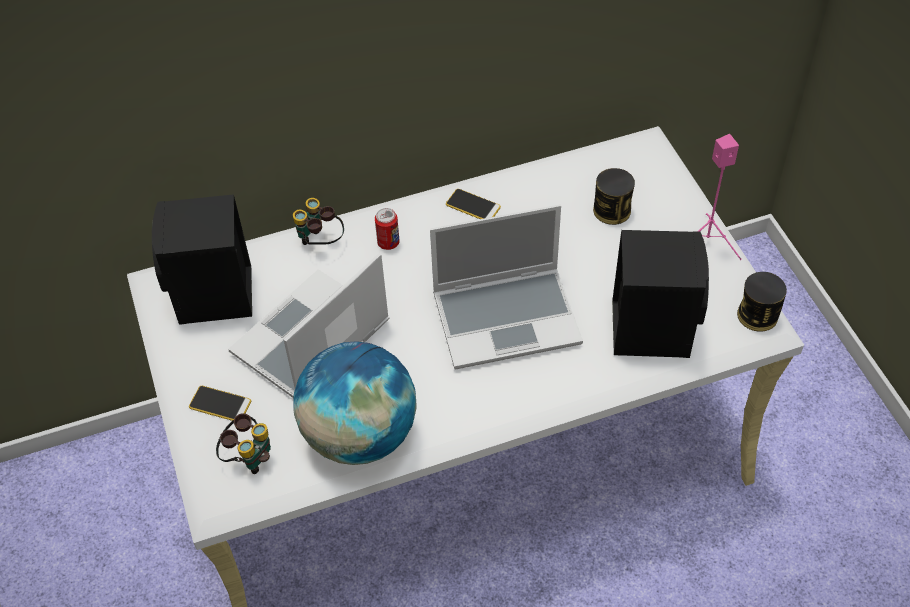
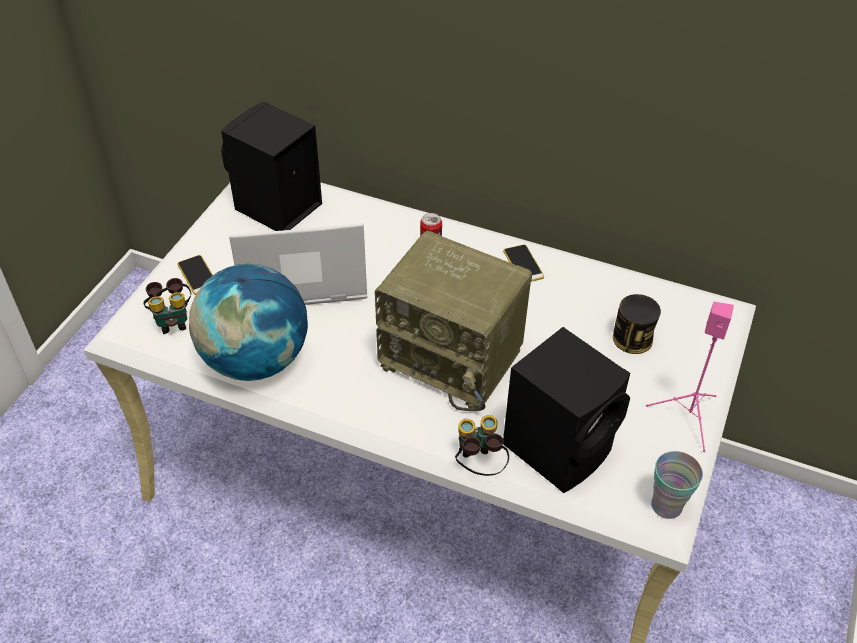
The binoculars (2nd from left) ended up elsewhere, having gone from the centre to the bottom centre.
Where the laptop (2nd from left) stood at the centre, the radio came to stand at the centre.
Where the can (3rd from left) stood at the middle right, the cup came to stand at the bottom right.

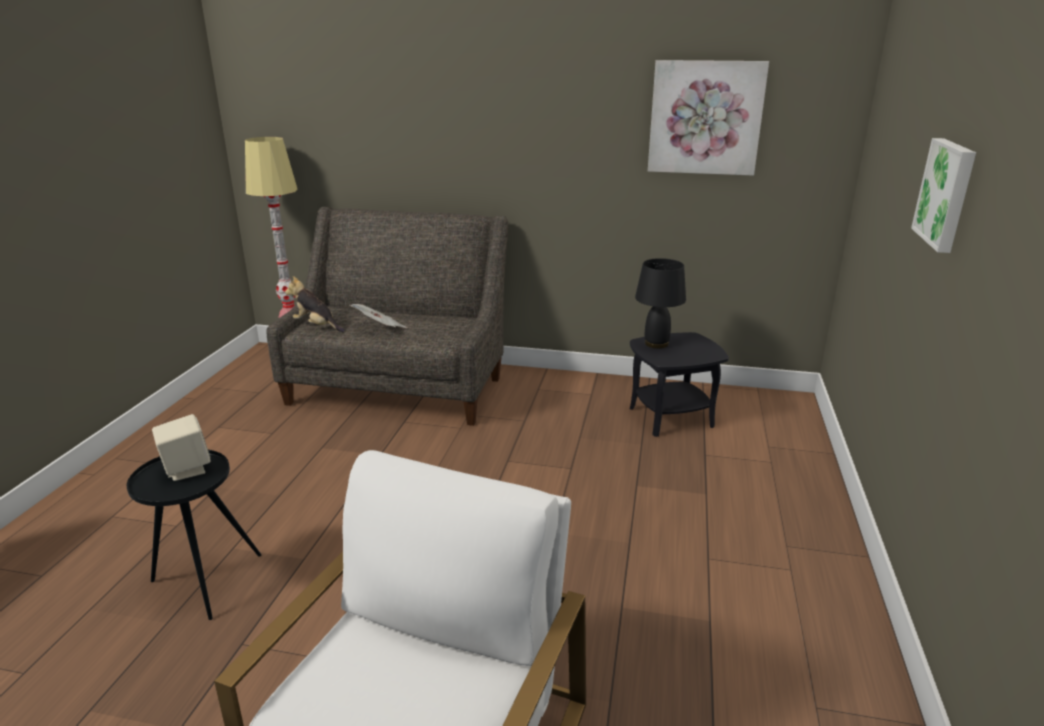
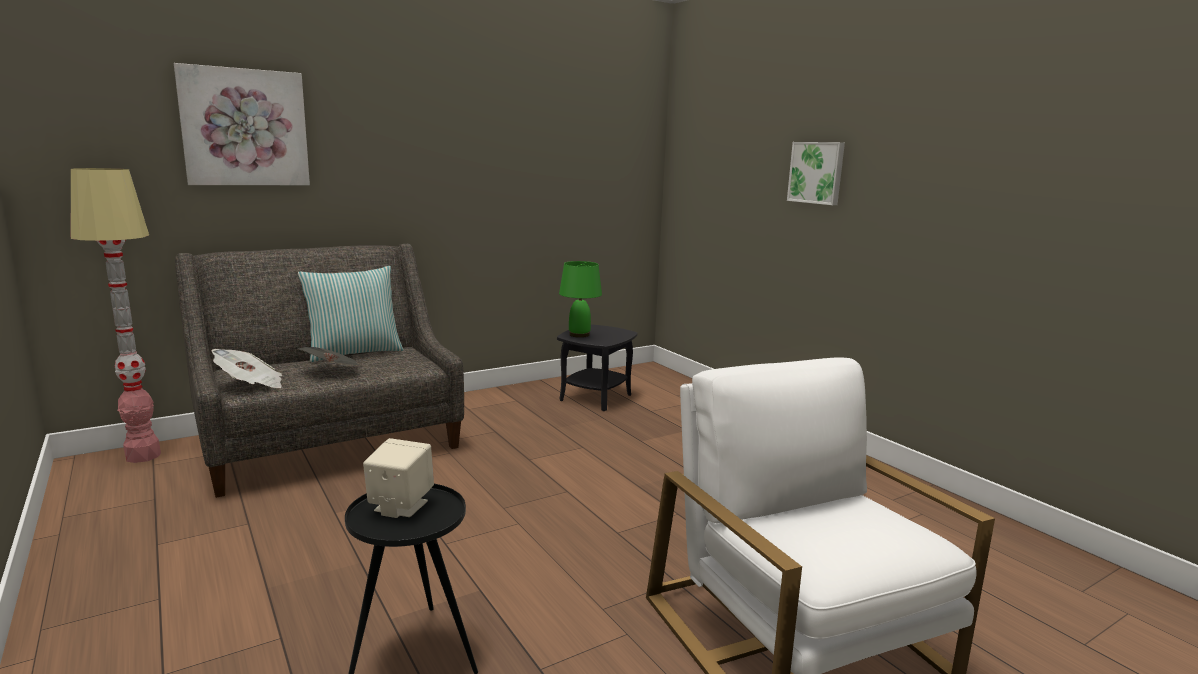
The second view gained the pillow at the middle left.
The picture (1st from left) ended up elsewhere, having gone from the top right to the top left.
Where the plush_toy stood at the middle left, the newspaper (1st from left) came to stand at the middle left.
What was the black_table_lamp at the centre turned into the green_table_lamp at the centre.

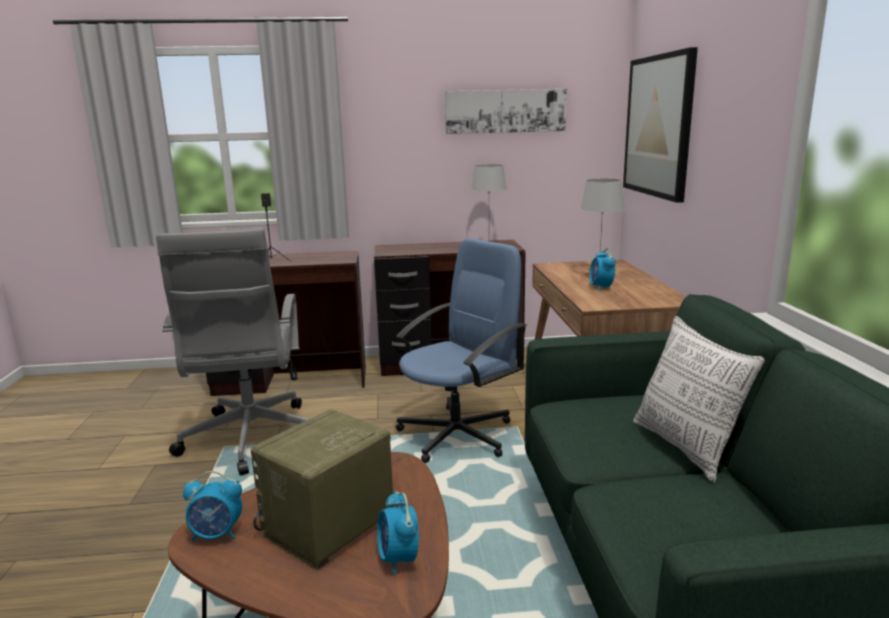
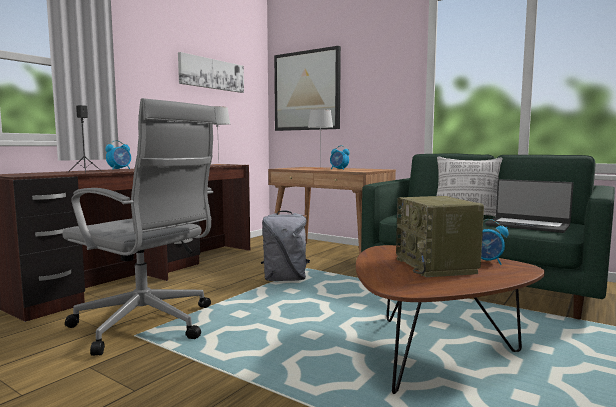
The second view gained the laptop at the middle right.
The alarm_clock (1st from left) ended up elsewhere, having gone from the bottom left to the middle left.
Where the blue_office_chair stood at the centre, the grey_backpack came to stand at the centre.

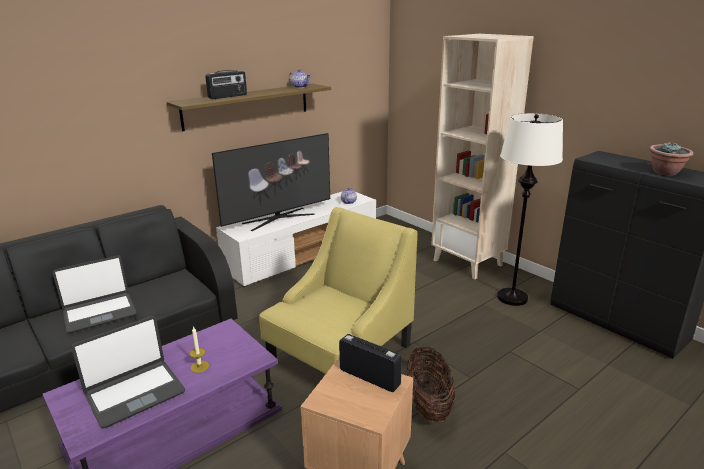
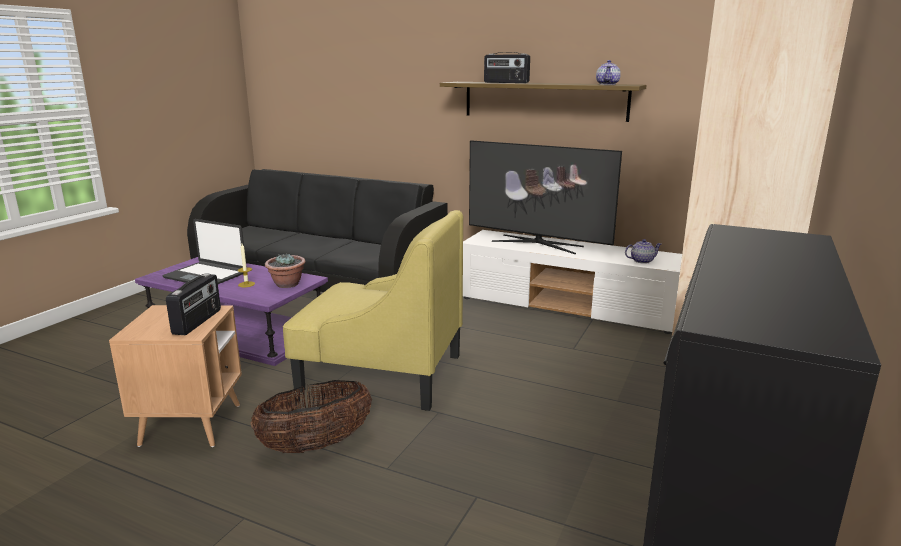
The second view lost the laptop (1st from left) at the middle left.
The second view lost the white_floor_lamp at the middle right.
The potted_plant ended up elsewhere, having gone from the middle right to the middle left.

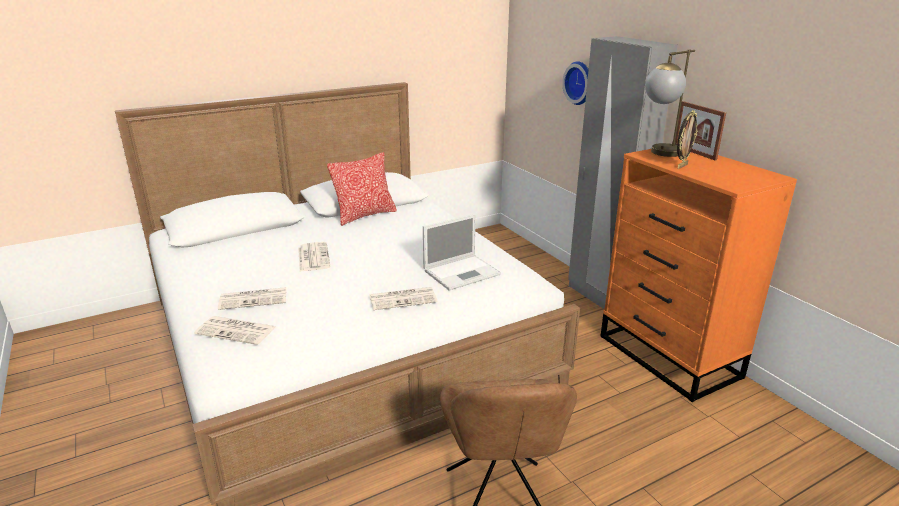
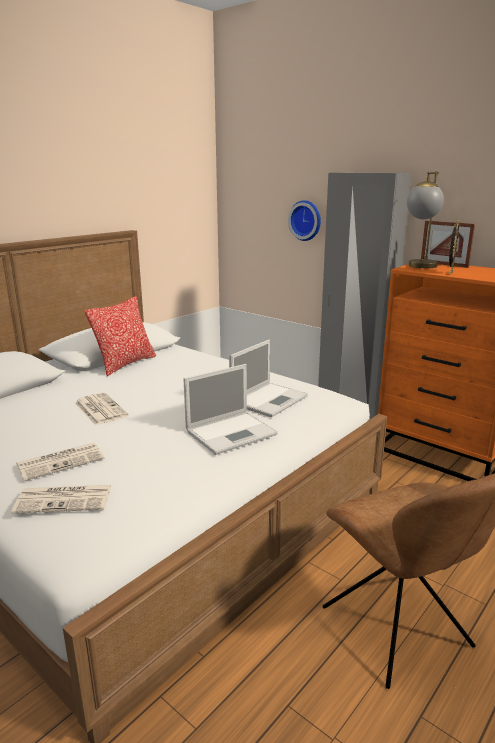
Where the newspaper (4th from left) stood at the centre, the laptop (1st from left) came to stand at the centre.

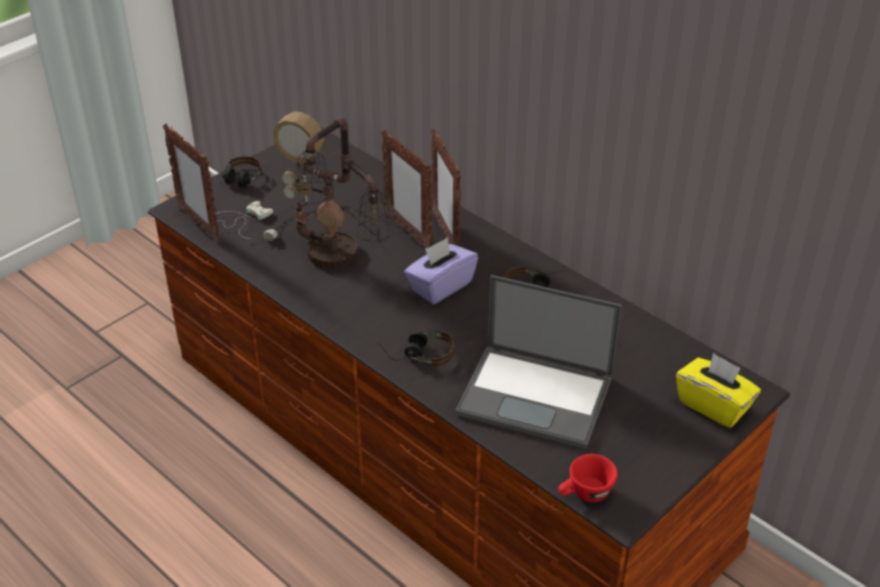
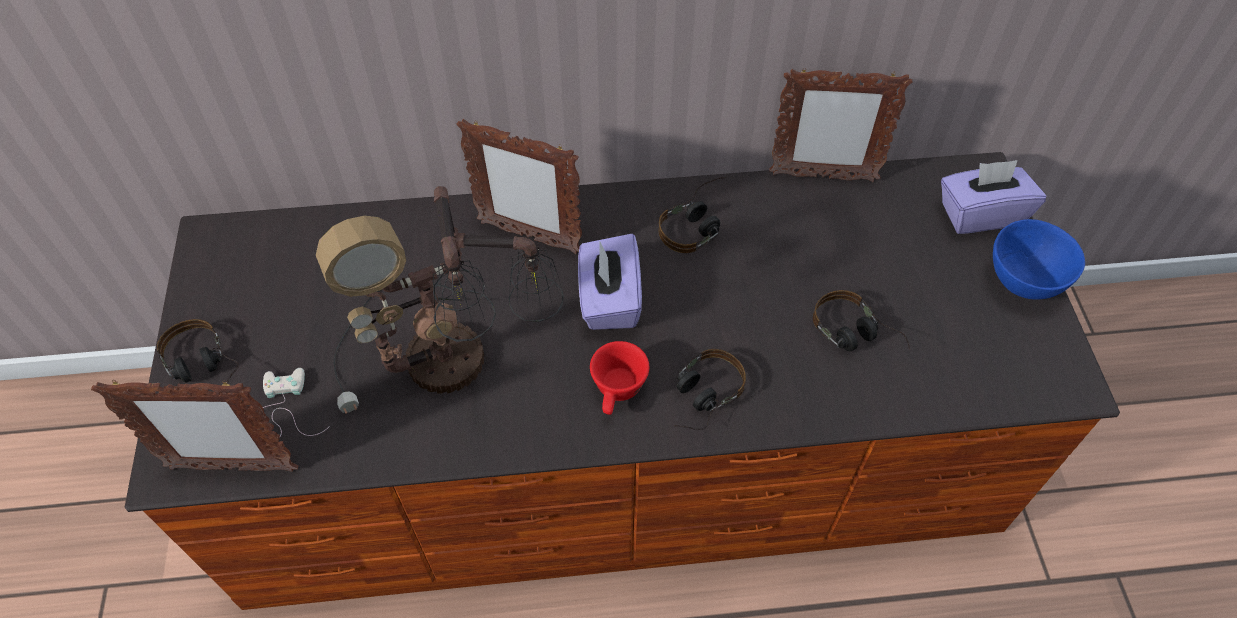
The second view gained the blue_bowl at the middle right.
The picture_frame (2nd from left in the first image) ended up elsewhere, having gone from the top centre to the top right.
The red_cup ended up elsewhere, having gone from the bottom right to the centre.
Where the laptop stood at the centre, the headphones (4th from left) came to stand at the middle right.
What was the yellow_tissue_box at the middle right turned into the purple_tissue_box (2nd from left) at the top right.

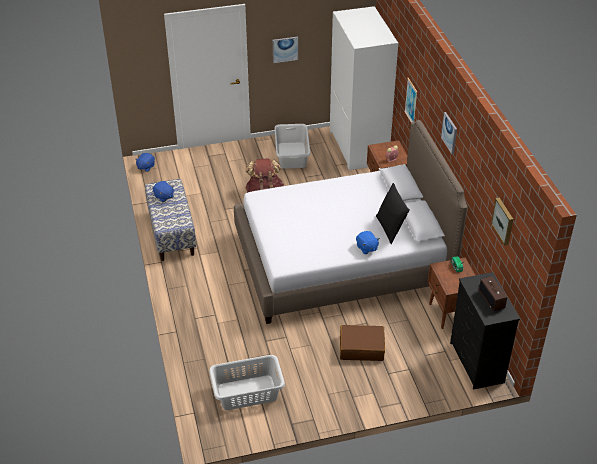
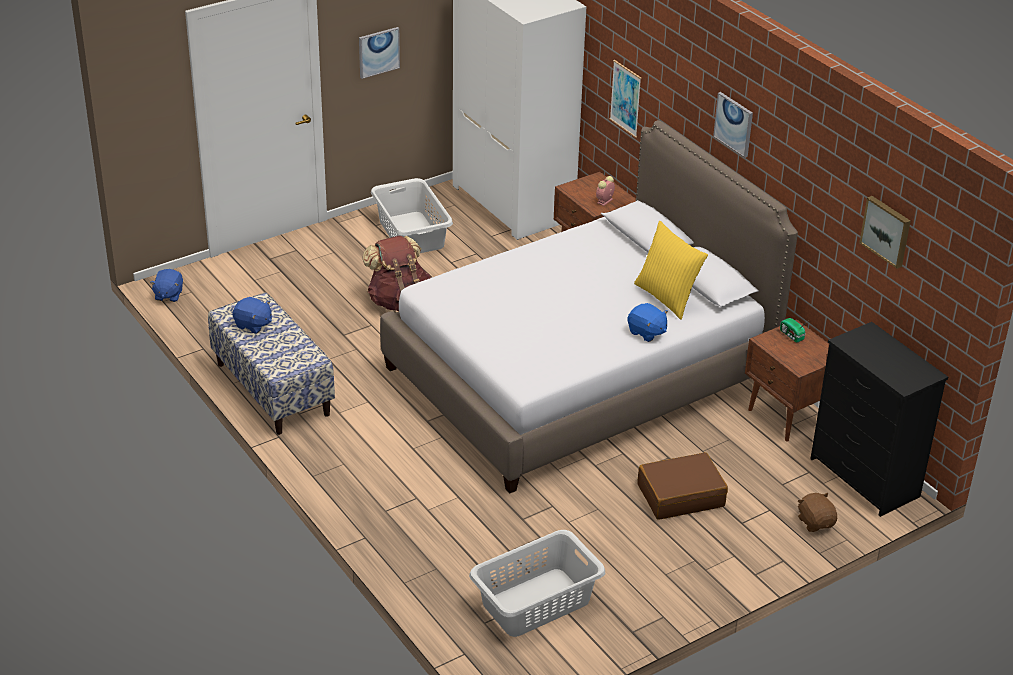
The second view lost the radio (2nd from left) at the middle right.
The second view gained the brown_plush_toy at the bottom right.
What was the black_pillow at the centre turned into the yellow_pillow at the centre.

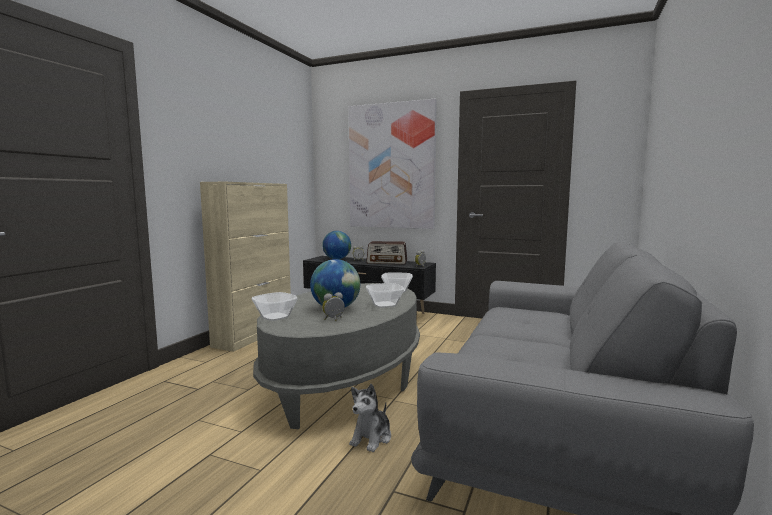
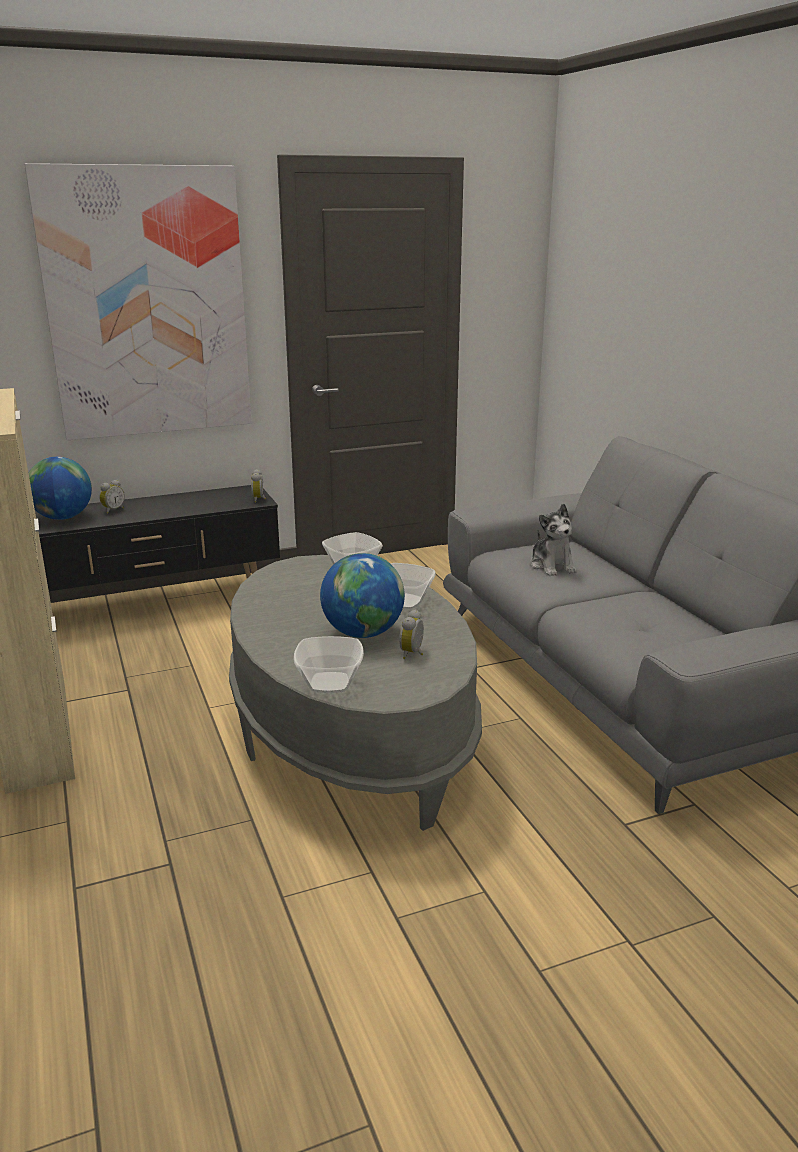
The second view lost the radio at the centre.
The plush_toy ended up elsewhere, having gone from the bottom centre to the middle right.

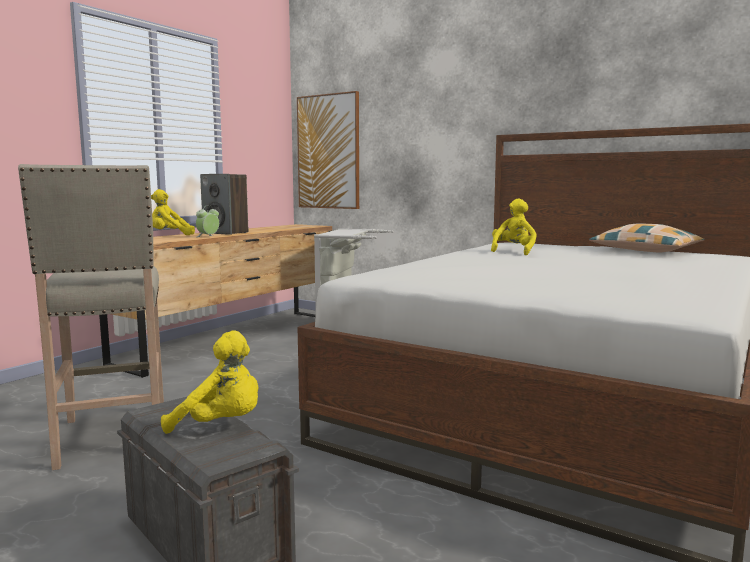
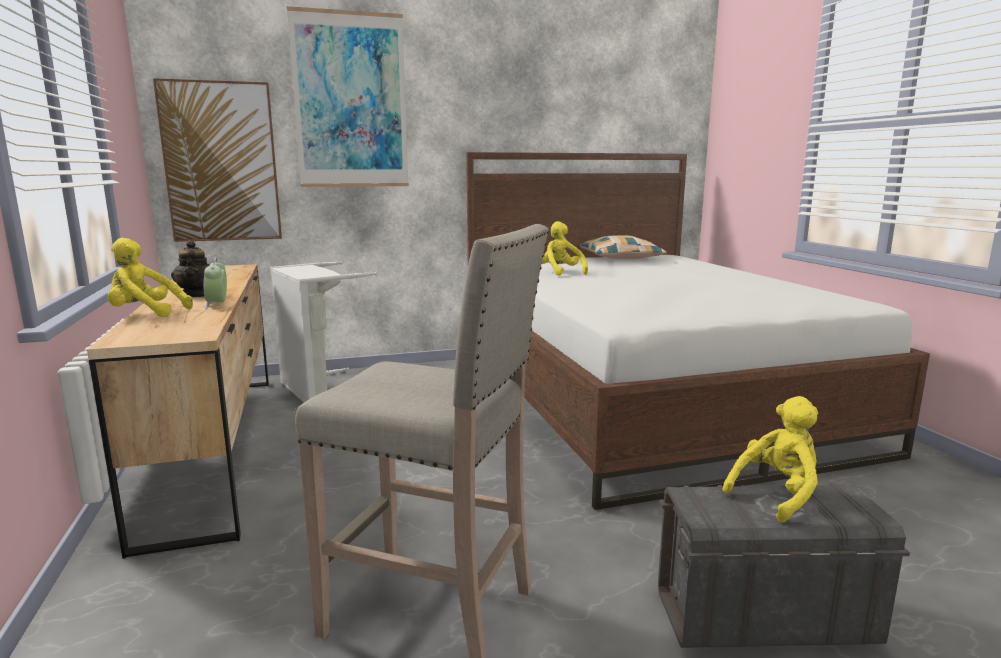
The second view gained the picture (2nd from left) at the top centre.
Where the speaker stood at the middle left, the teapot came to stand at the middle left.
The yellow_plush_toy (1st from left) at the middle left ended up facing another way, 60 degrees clockwise from before.

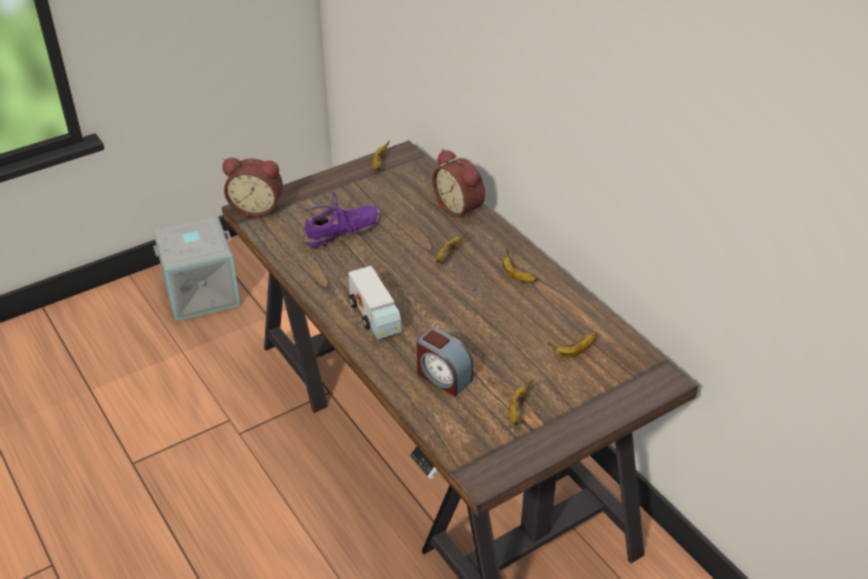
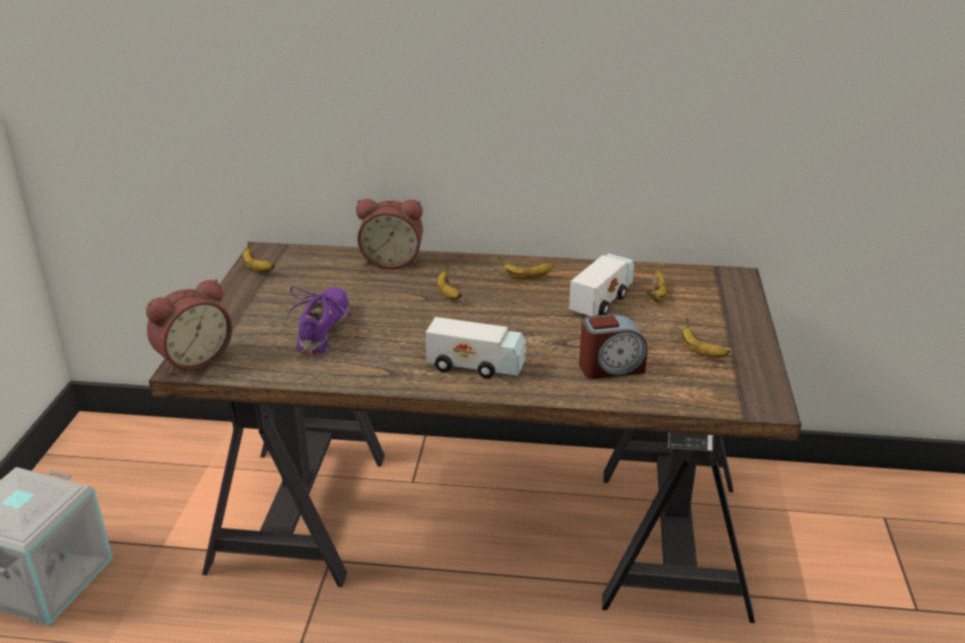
The second view gained the toy_truck (2nd from left) at the centre.

